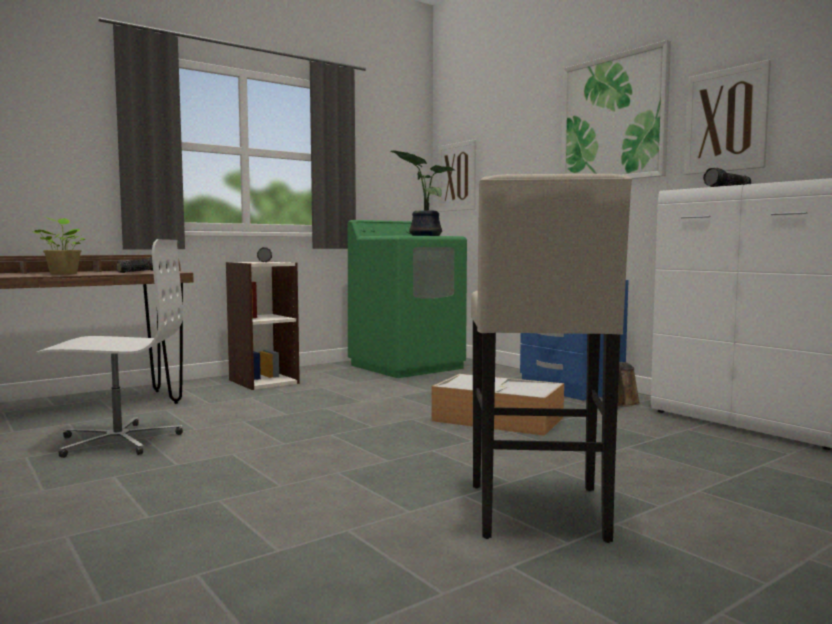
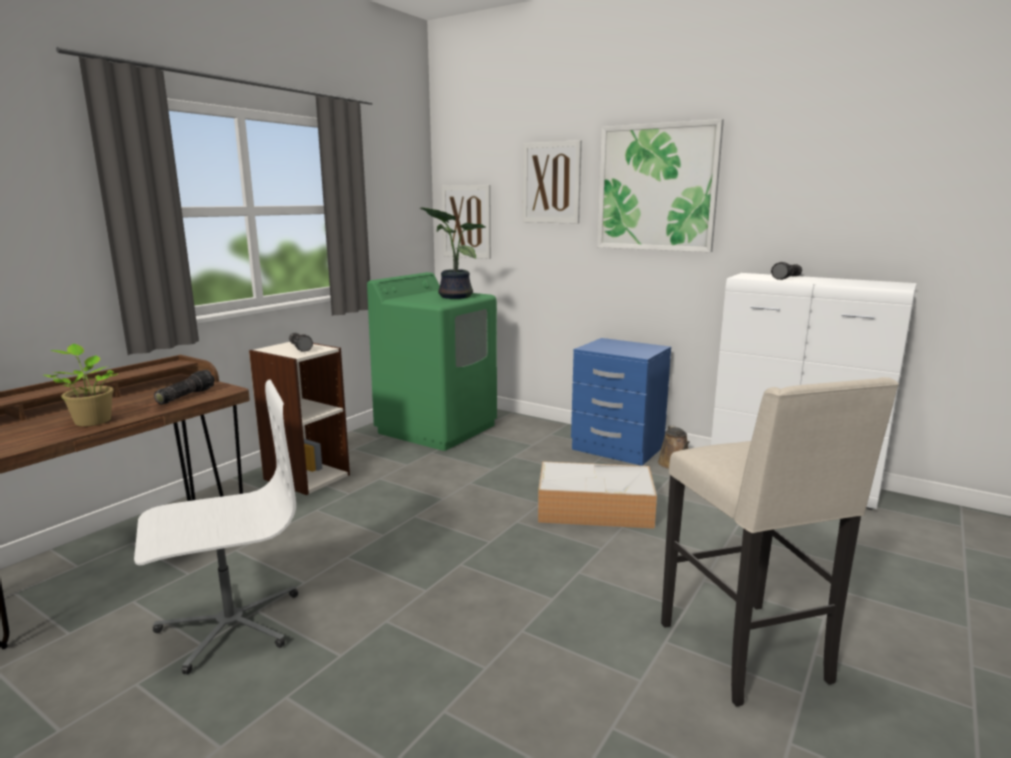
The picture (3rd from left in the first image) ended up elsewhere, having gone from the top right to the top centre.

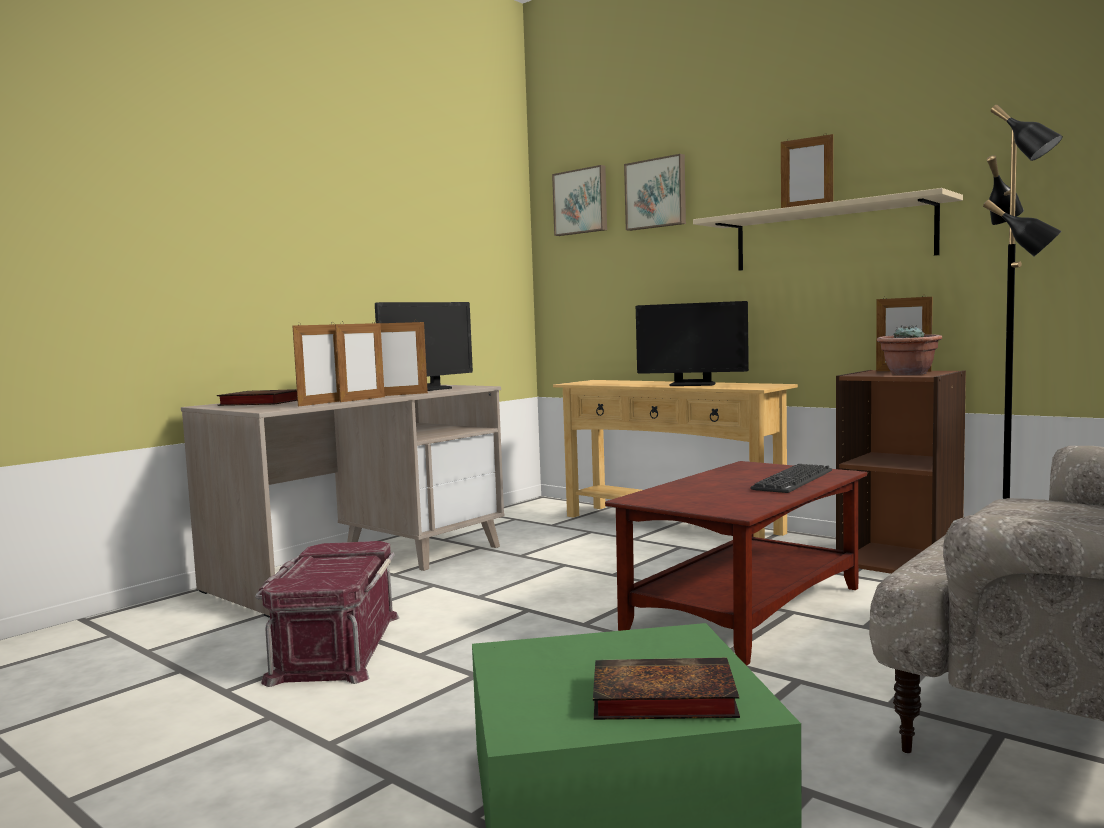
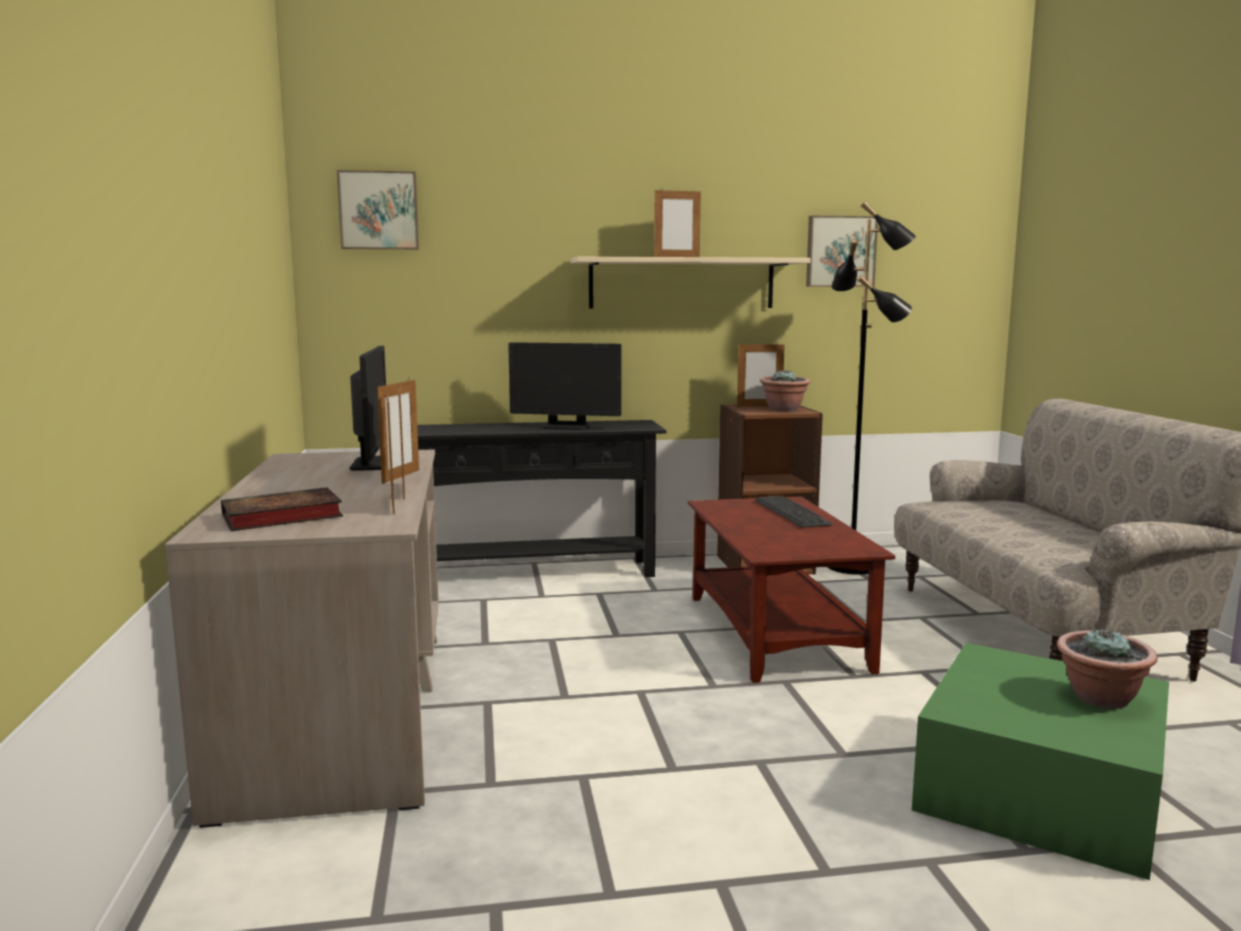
The second view lost the red_storage_box at the bottom left.
The picture (2nd from left) ended up elsewhere, having gone from the top centre to the top right.
Where the book (2nd from left) stood at the bottom centre, the potted_plant (2nd from left) came to stand at the bottom right.
What was the beige_console_table at the centre turned into the black_console_table at the centre.
The monitor (2nd from left) at the centre ended up facing another way, 45 degrees clockwise from before.

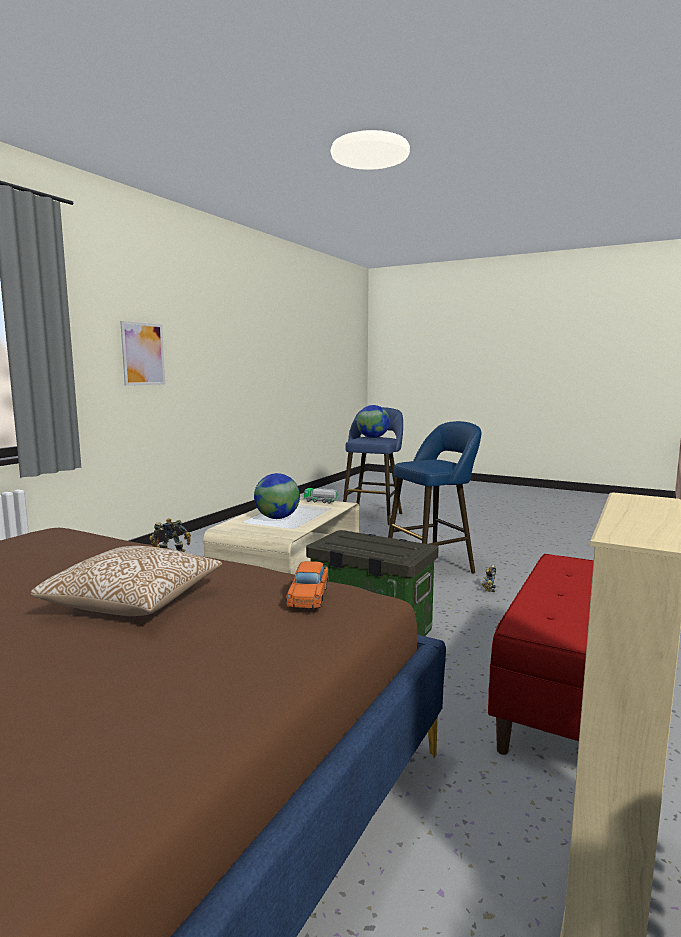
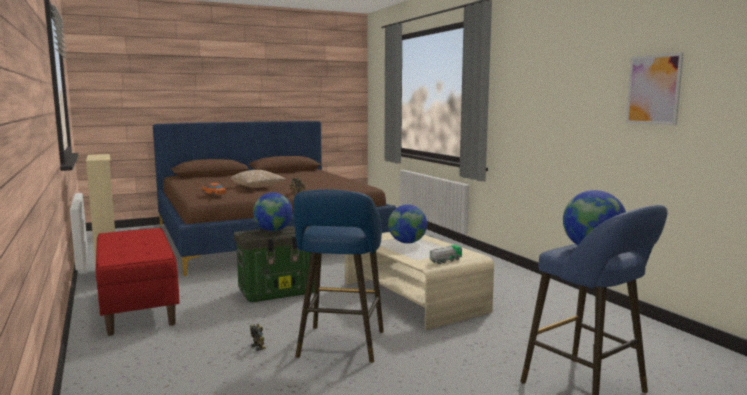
The second view gained the globe (1st from left) at the centre.
The picture ended up elsewhere, having gone from the middle left to the top right.

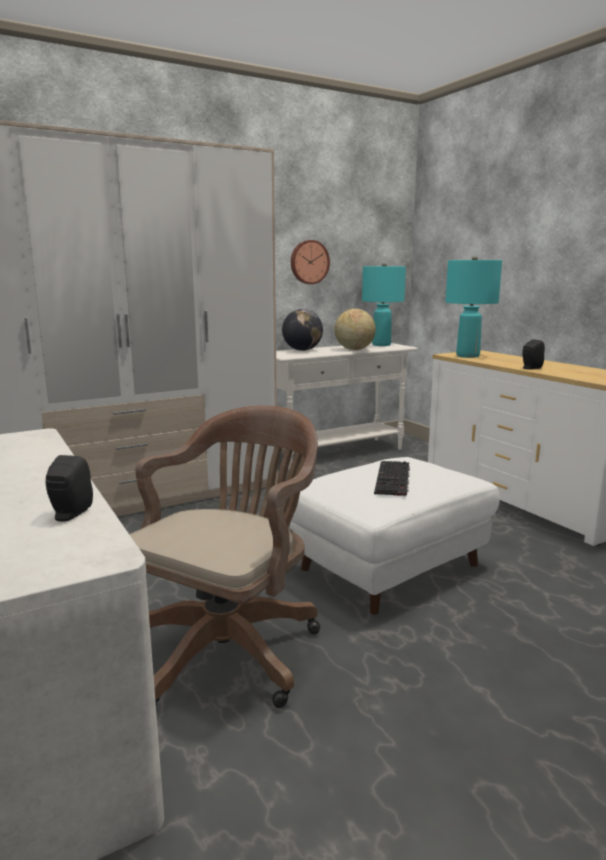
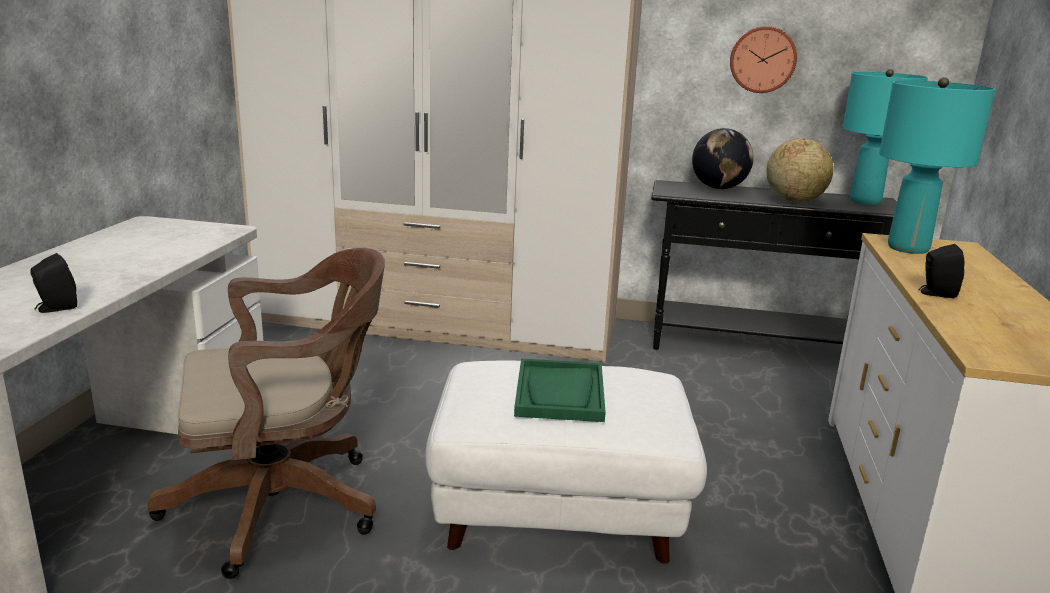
Where the keyboard stood at the centre, the green_tray came to stand at the centre.
What was the white_console_table at the centre turned into the black_console_table at the middle right.

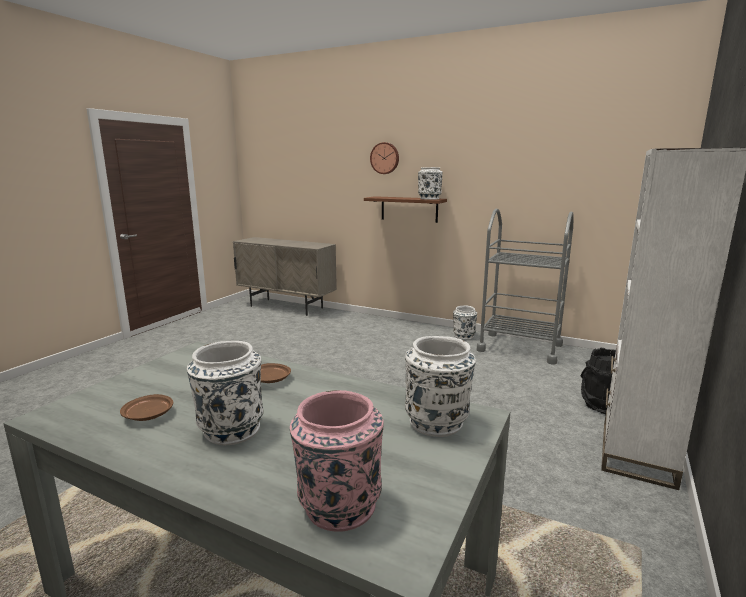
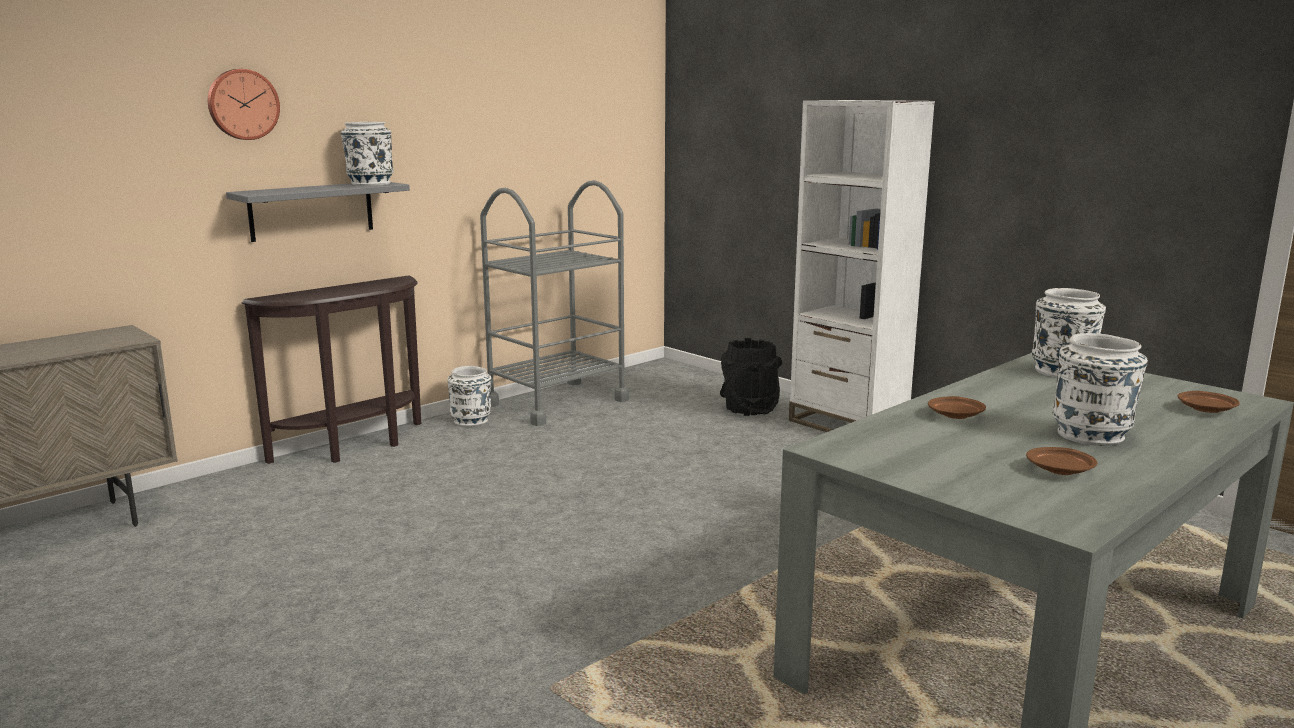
The second view gained the brown_console_table at the middle left.
Where the pink_vase stood at the bottom centre, the brown_plate (3rd from left) came to stand at the middle right.
What was the brown_shelf at the centre turned into the grey_shelf at the top left.

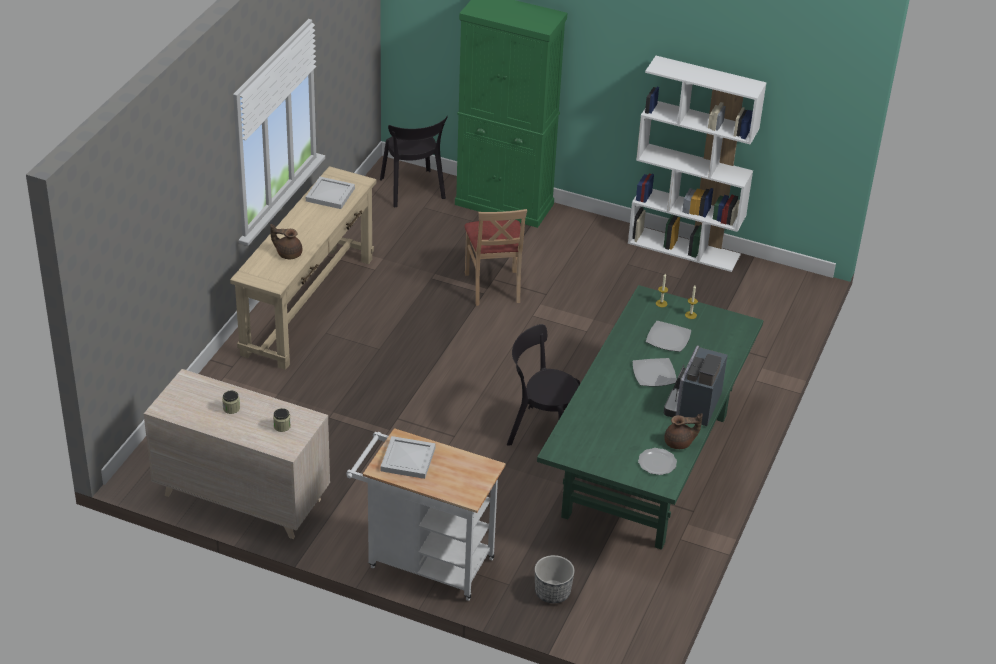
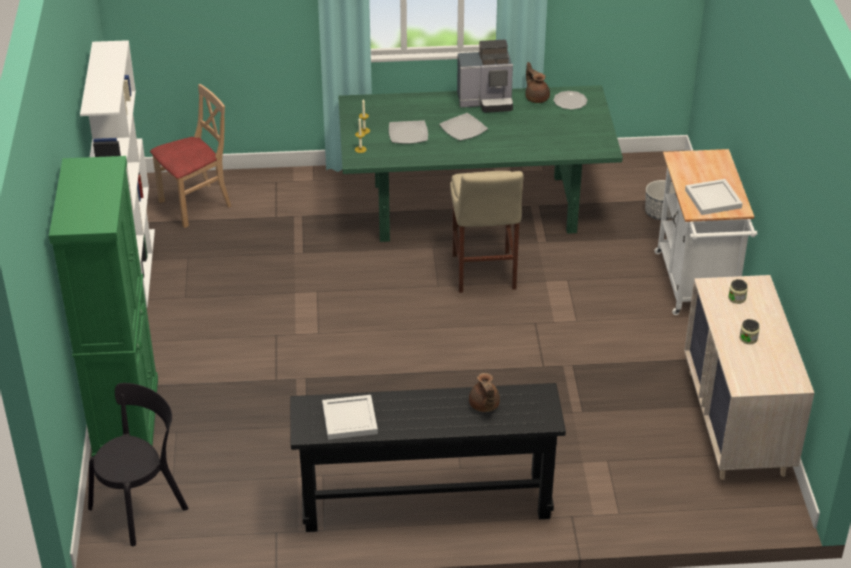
The beige_chair ended up elsewhere, having gone from the centre to the top left.
Where the black_chair (2nd from left) stood at the centre, the beige_stool came to stand at the centre.
What was the beige_console_table at the middle left turned into the black_console_table at the bottom centre.

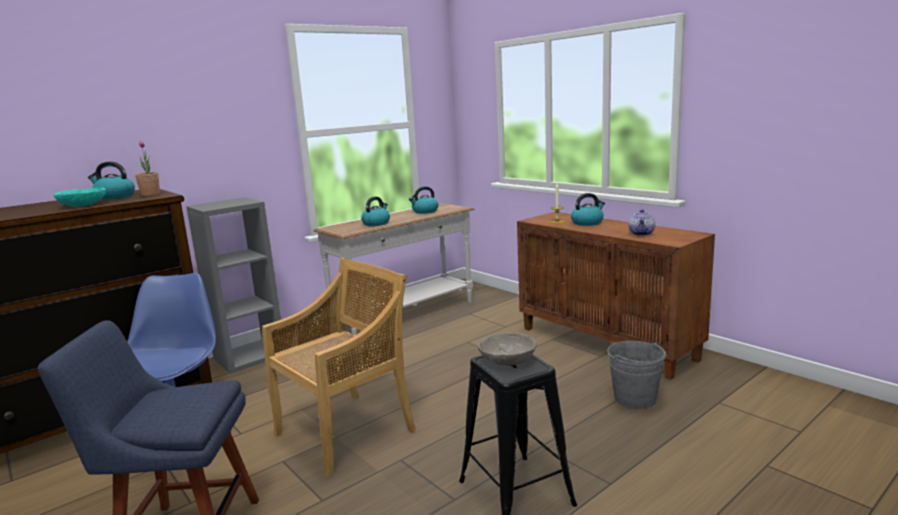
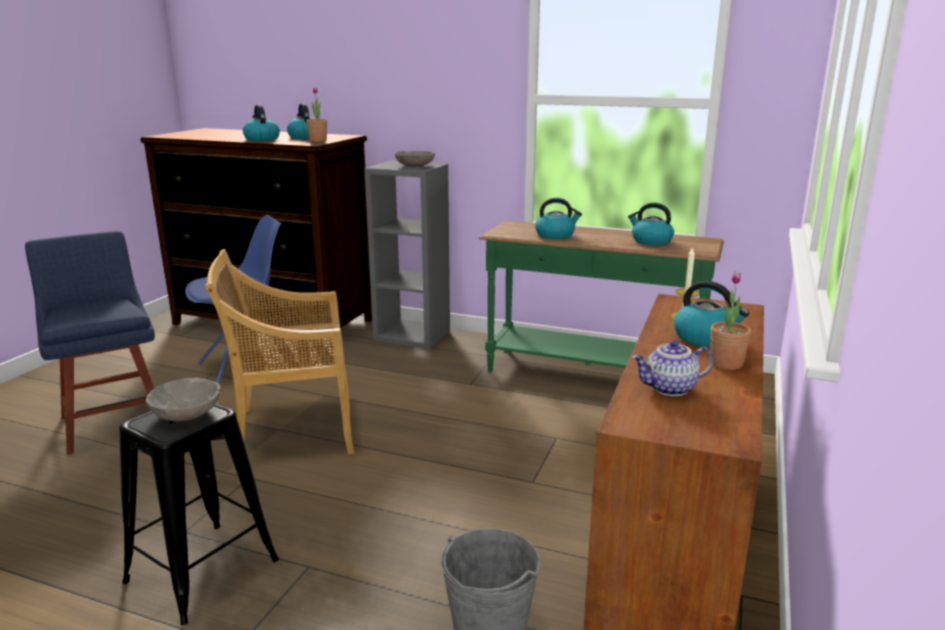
The second view gained the grey_bowl (2nd from left) at the top centre.
The second view gained the potted_plant (2nd from left) at the middle right.
Where the turquoise_bowl stood at the middle left, the kettle (1st from left) came to stand at the top left.
What was the white_console_table at the centre turned into the green_console_table at the centre.
The beige_chair at the bottom centre ended up facing another way, 150 degrees clockwise from before.

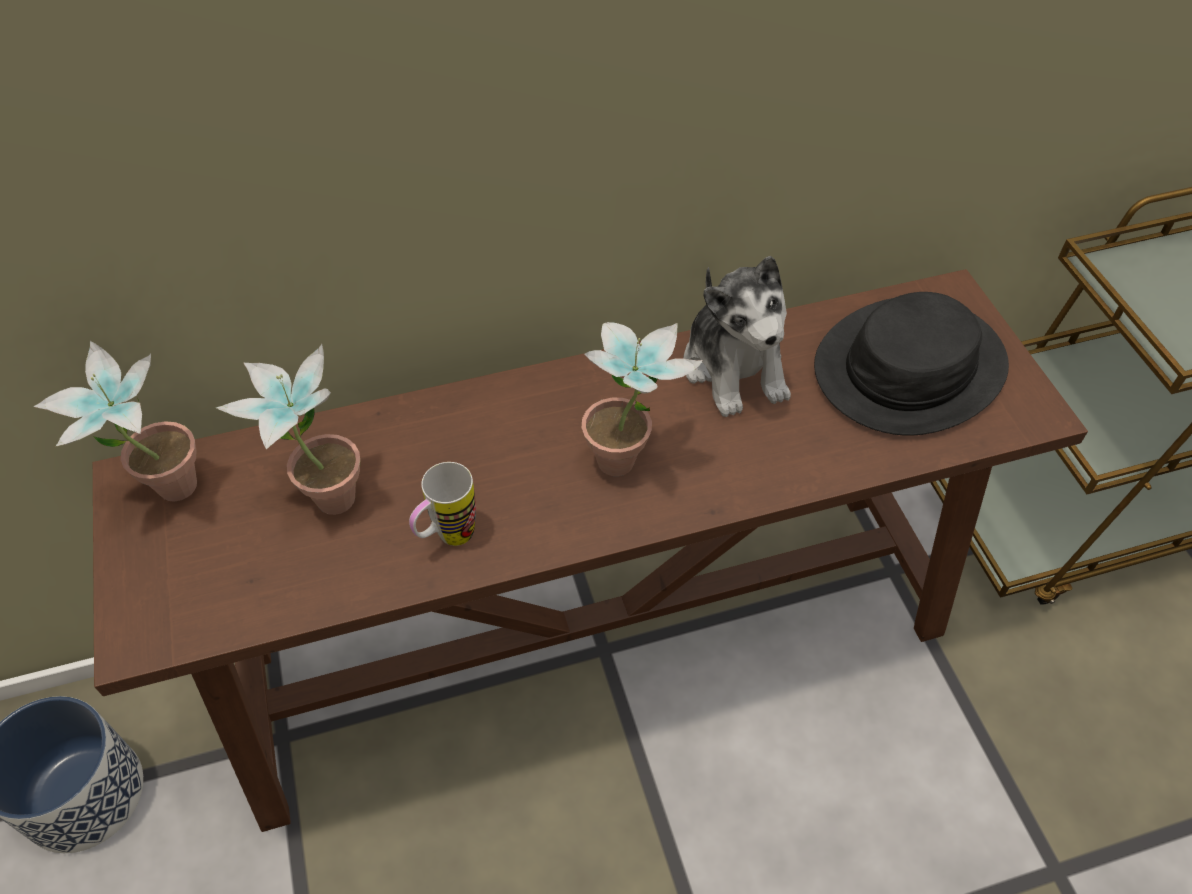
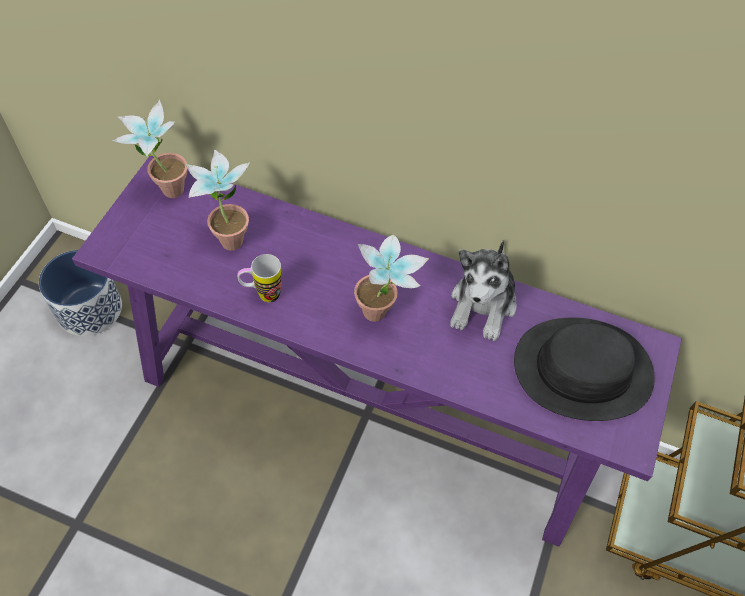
What was the brown_console_table at the centre turned into the purple_console_table at the centre.

